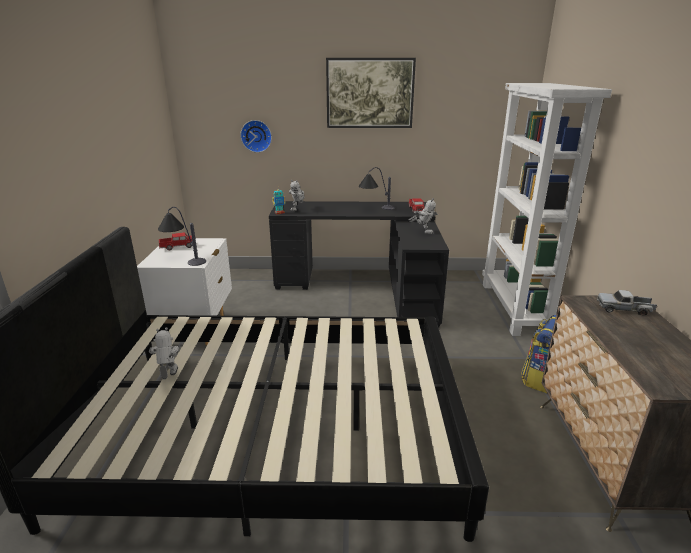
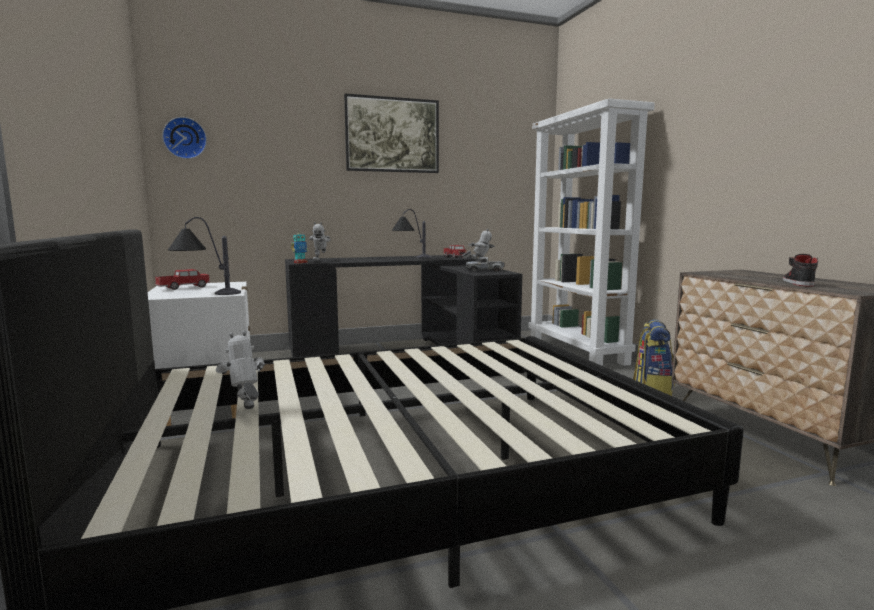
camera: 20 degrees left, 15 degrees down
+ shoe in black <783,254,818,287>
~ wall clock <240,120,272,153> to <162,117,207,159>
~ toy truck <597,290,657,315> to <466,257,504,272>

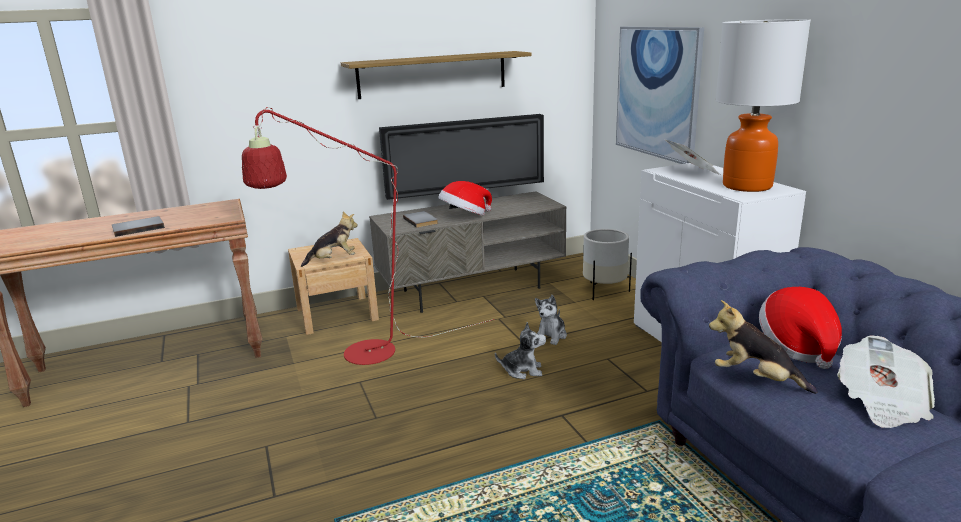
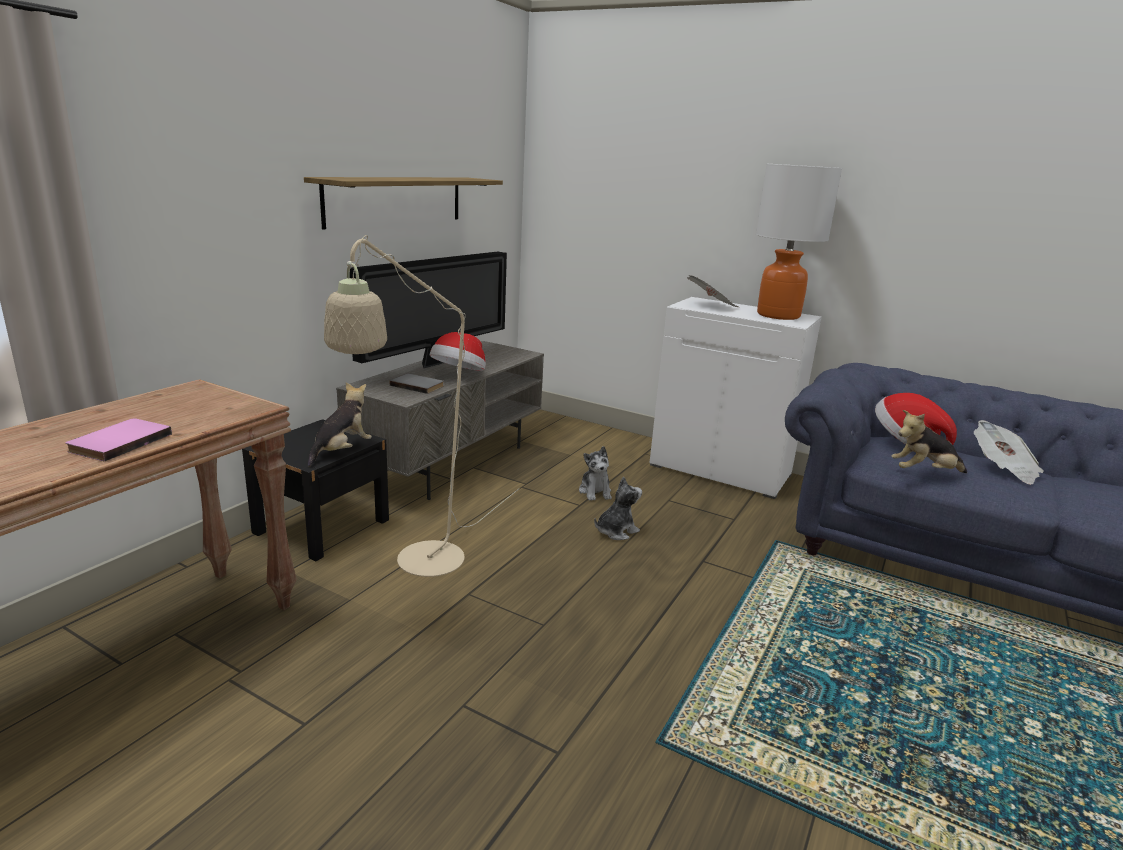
camera: 40 degrees left, 0 degrees up
- planter in white <583,229,632,300>
- picture <616,27,704,164>
~ book in grey <112,216,165,237> to book in pink <66,418,172,461>
~ floor lamp in red <242,107,494,365> to floor lamp in beige <324,235,519,577>
~ nightstand in beige <288,238,379,335> to nightstand in black <242,419,389,561>

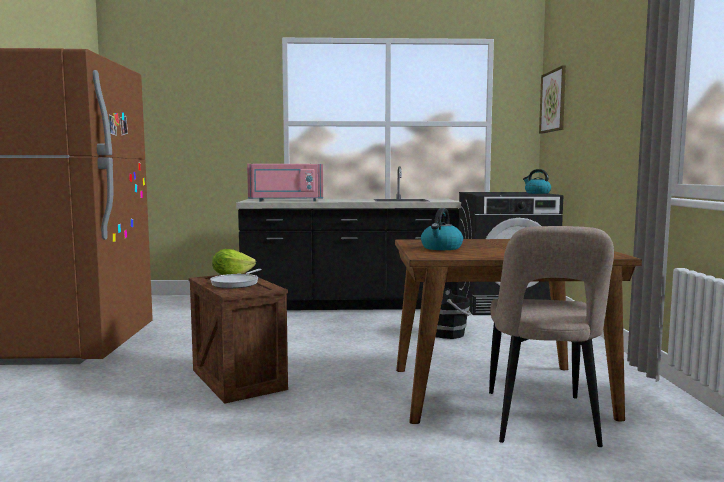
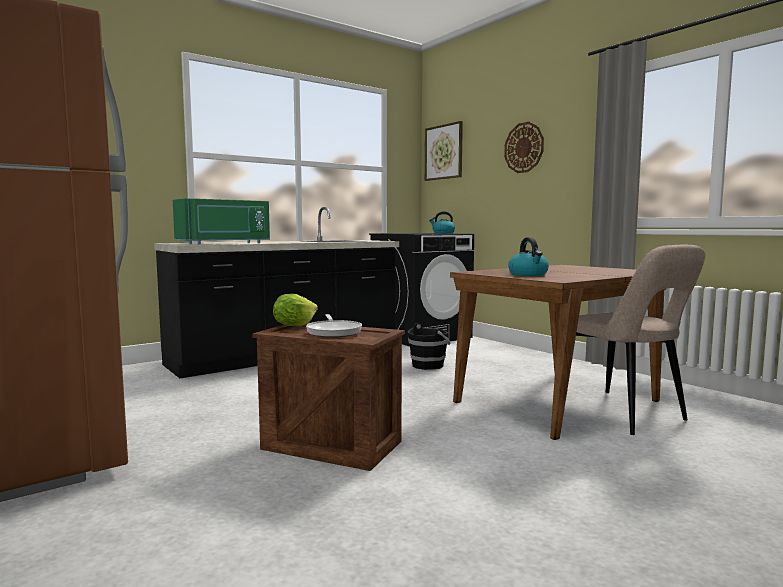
camera: 35 degrees left, 0 degrees up
+ wall clock <504,122,544,173>
~ microwave in pink <247,164,323,202> to microwave in green <173,198,270,244>

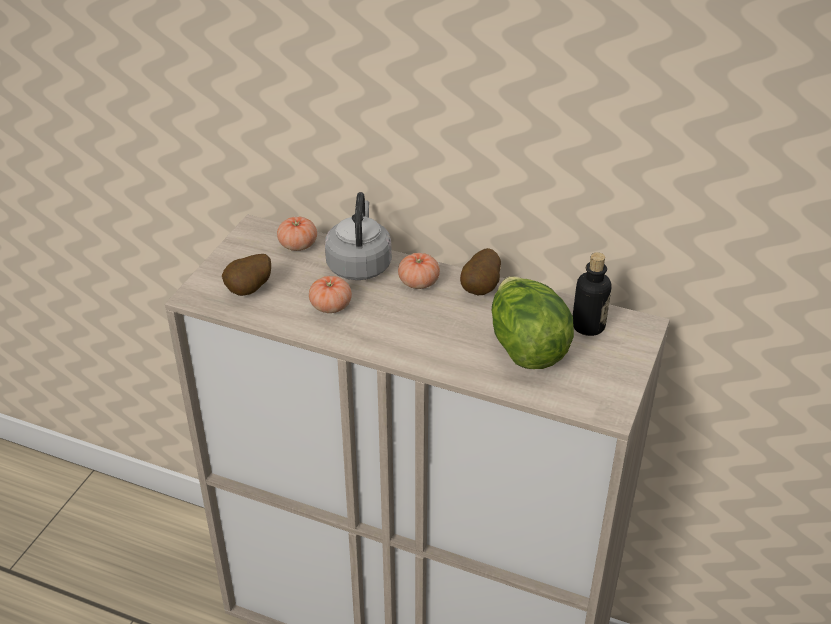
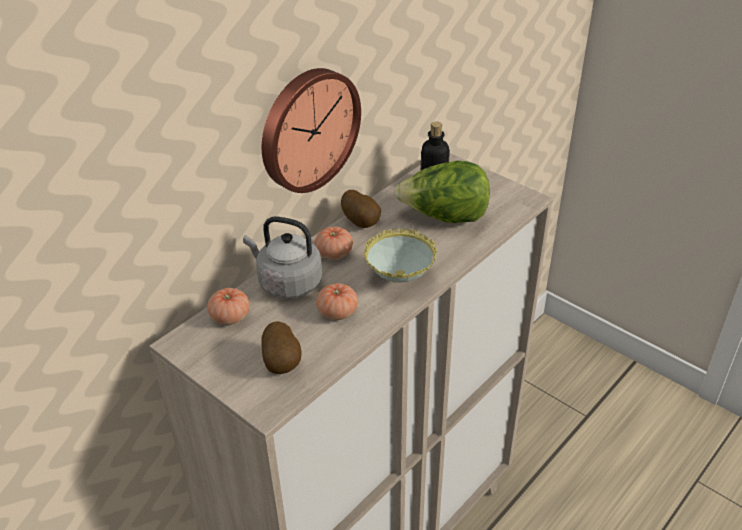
camera: 70 degrees left, 0 degrees up
+ wall clock <262,68,361,193>
+ bowl <364,229,437,283>

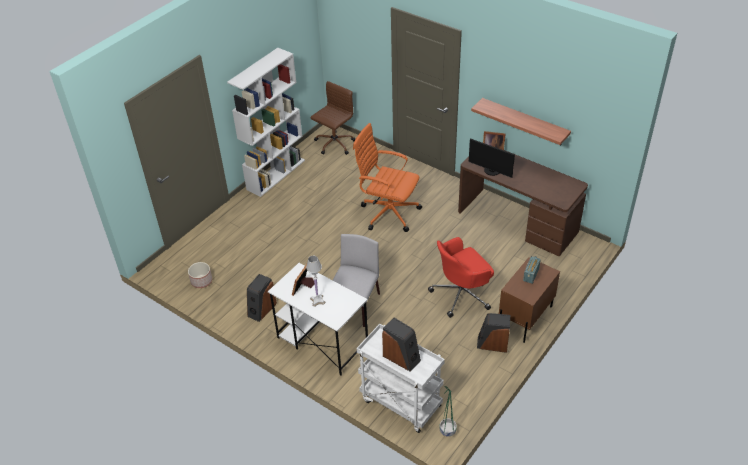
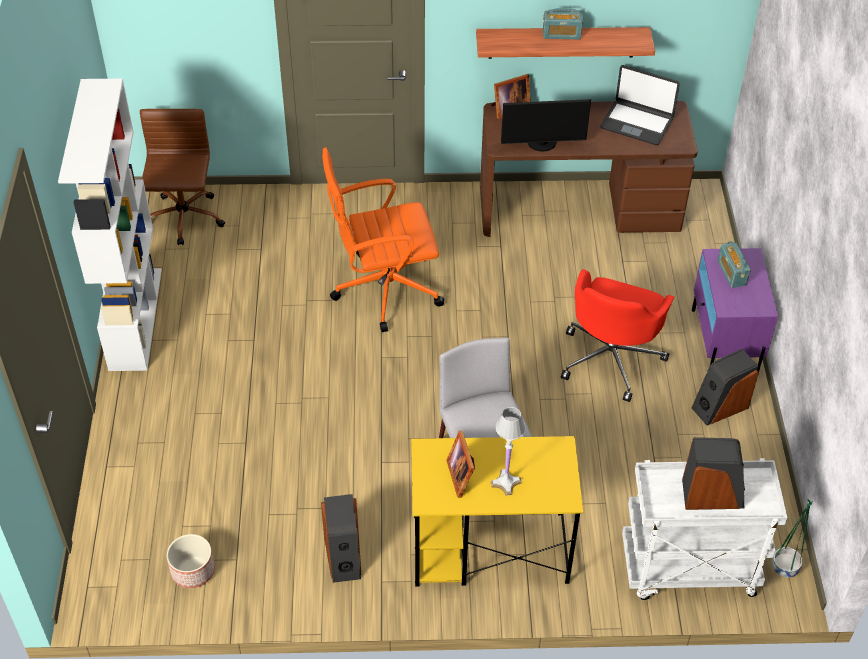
camera: 40 degrees left, 5 degrees up
+ radio <543,8,583,40>
+ laptop <600,65,680,145>
~ desk in white <268,263,368,376> to desk in yellow <411,436,583,586>
~ nightstand in brown <499,257,560,343> to nightstand in purple <692,248,778,373>

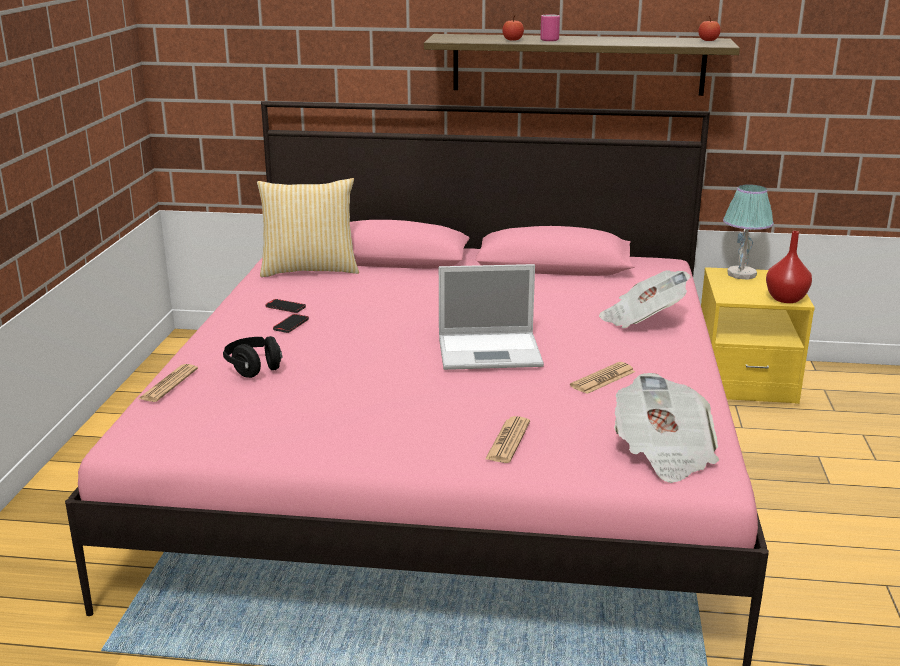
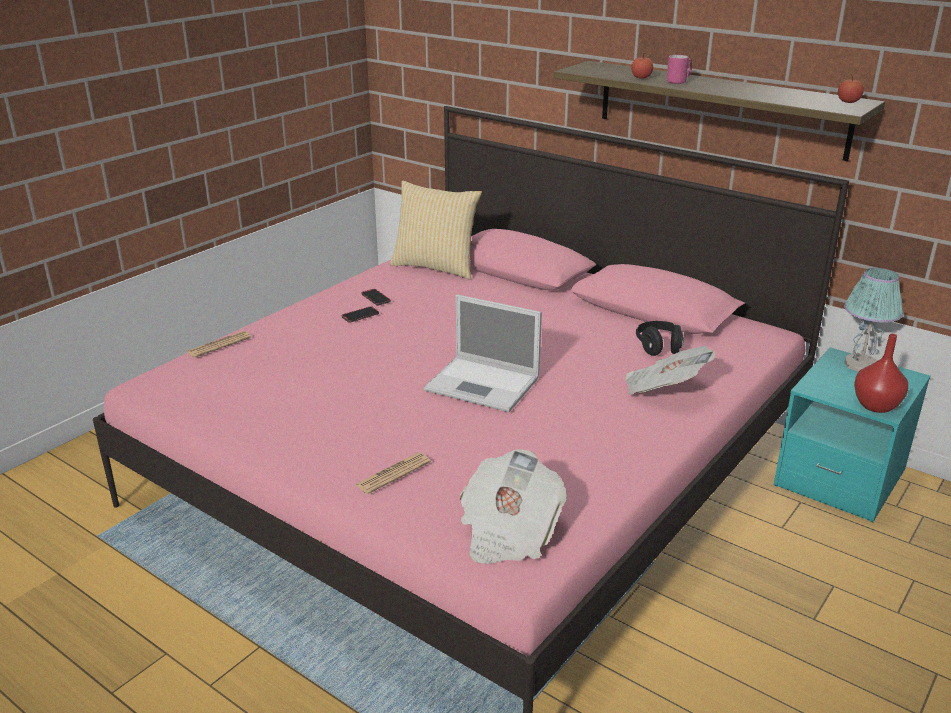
camera: 30 degrees right, 5 degrees up
- newspaper <570,362,635,394>
~ headphones in black <223,336,283,378> to <636,321,684,356>
~ nightstand in yellow <701,267,815,404> to nightstand in turquoise <774,347,931,522>

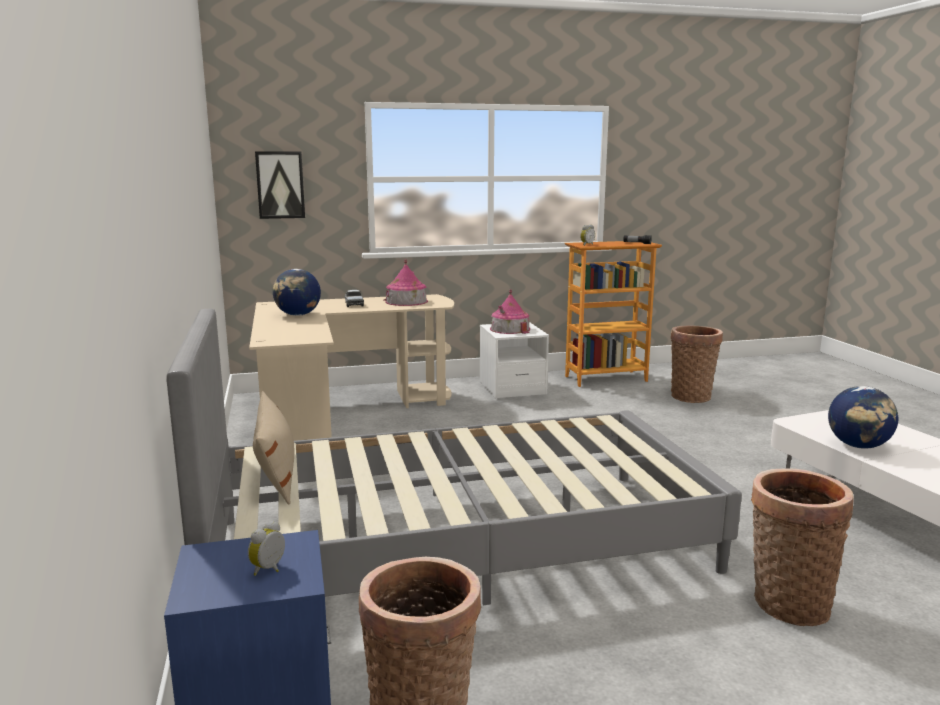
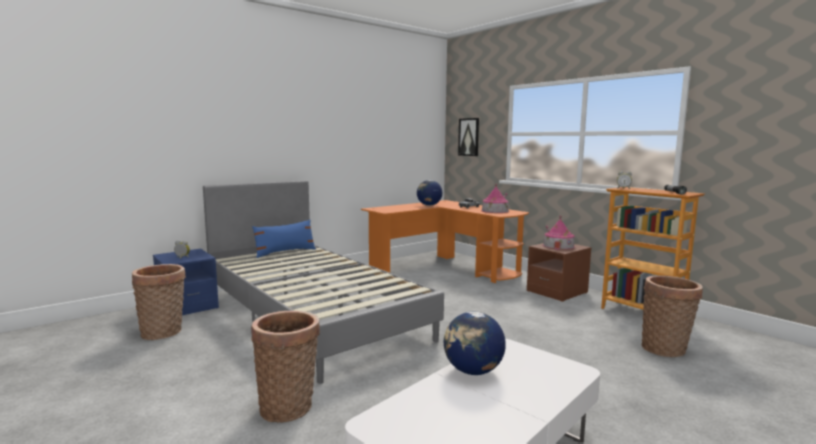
camera: 65 degrees right, 5 degrees down
~ desk in beige <249,294,454,441> to desk in orange <361,200,529,283>
~ pillow in beige <253,391,294,504> to pillow in blue <252,220,316,258>
~ nightstand in white <480,322,549,399> to nightstand in brown <527,243,592,302>

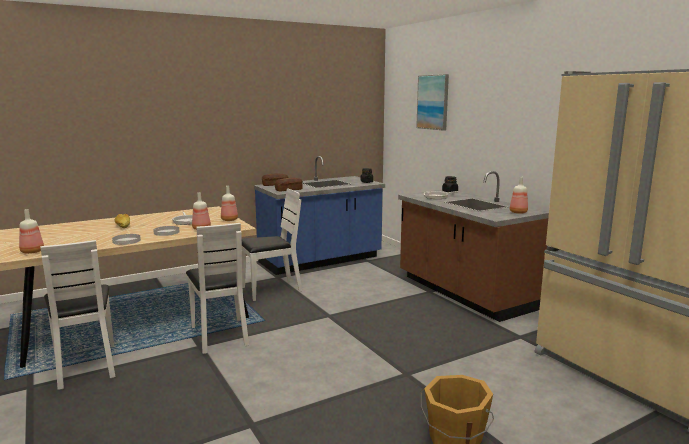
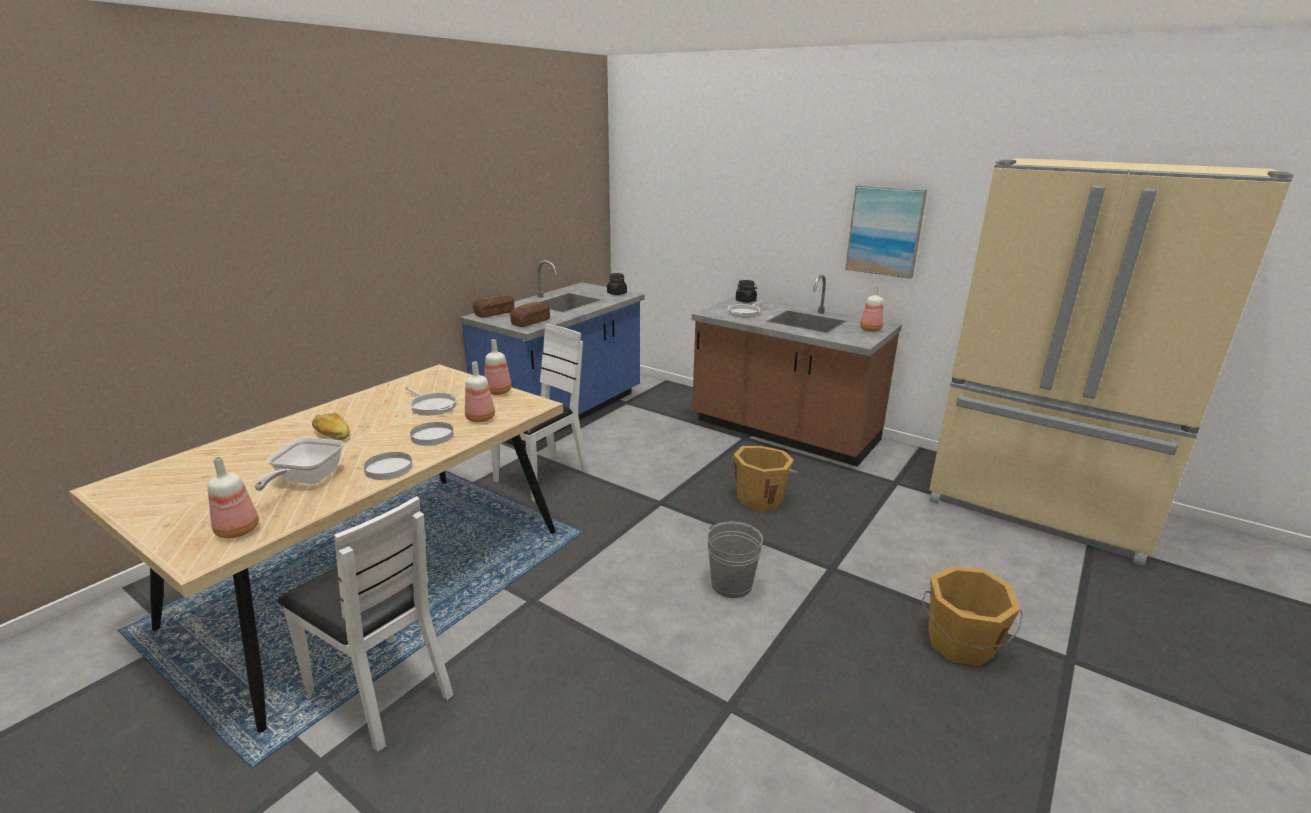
camera: 25 degrees left, 10 degrees up
- chair in white <186,223,249,354>
+ frying pan <254,437,344,491>
+ bucket in grey <707,522,765,598>
+ bucket in orange <731,446,798,511>
~ picture <416,74,449,131> to <845,185,927,279>

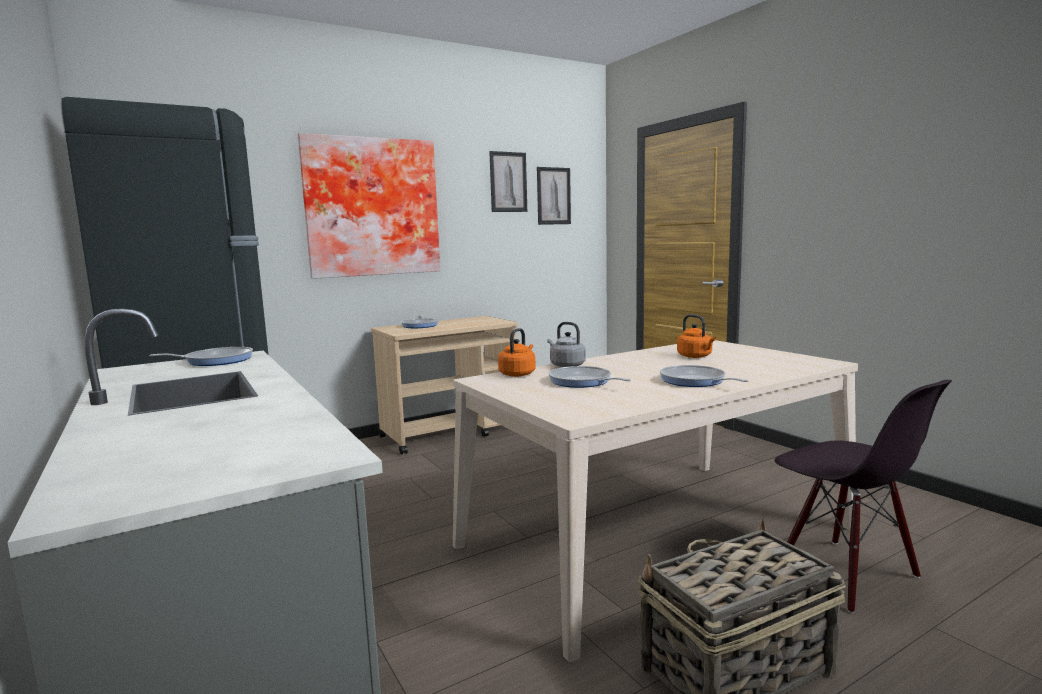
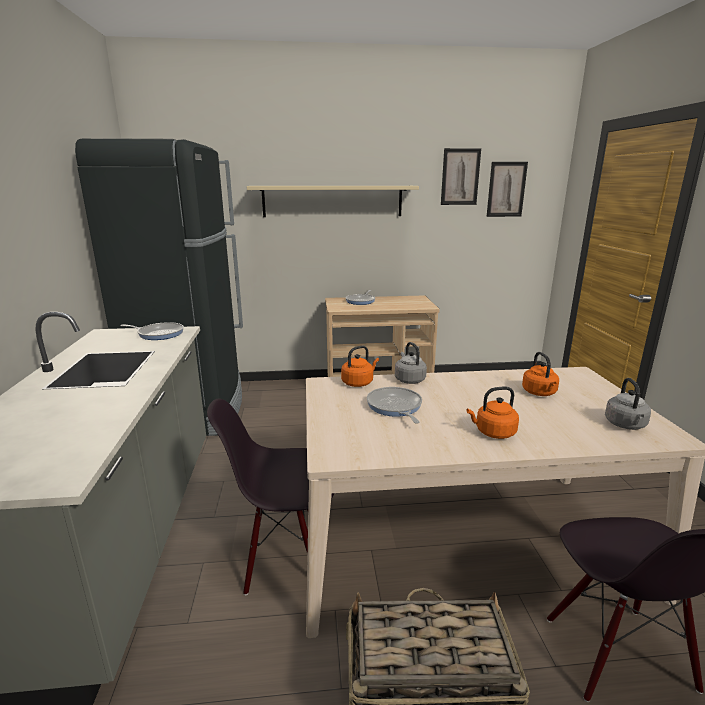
camera: 25 degrees right, 10 degrees up
+ chair in black <207,398,334,595>
+ kettle in grey <605,378,651,430>
~ picture <298,133,440,279> to shelf in beige <247,186,419,217>
~ frying pan <660,365,749,387> to kettle in orange <466,387,519,439>

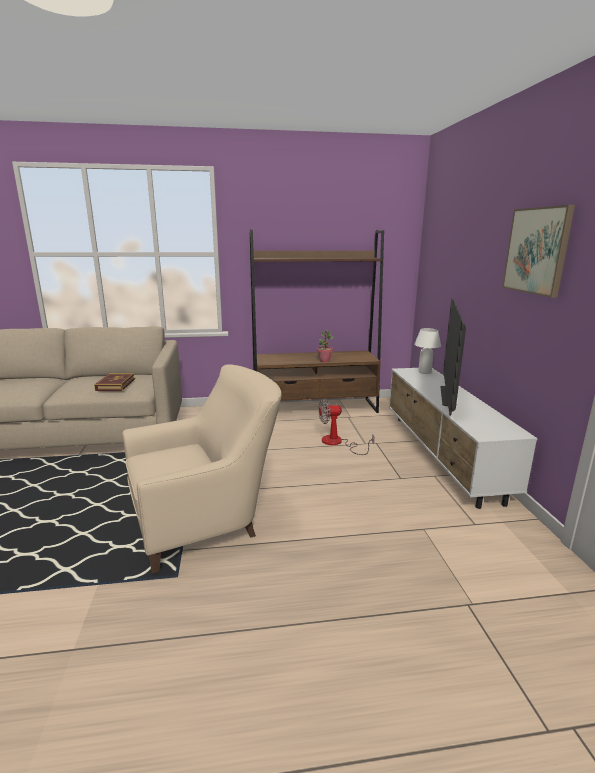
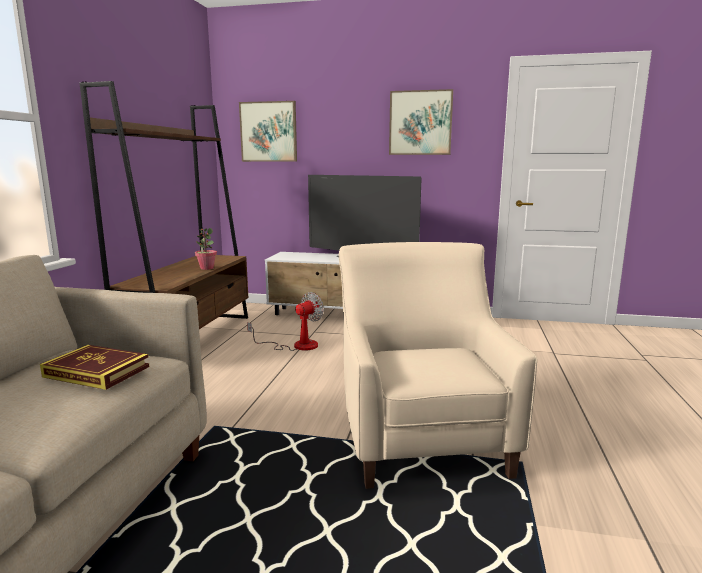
camera: 70 degrees left, 5 degrees down
- table lamp in white <414,328,441,374>
+ picture <239,101,297,162>
~ fan <319,399,375,455> = <247,292,324,351> 150 degrees counterclockwise

